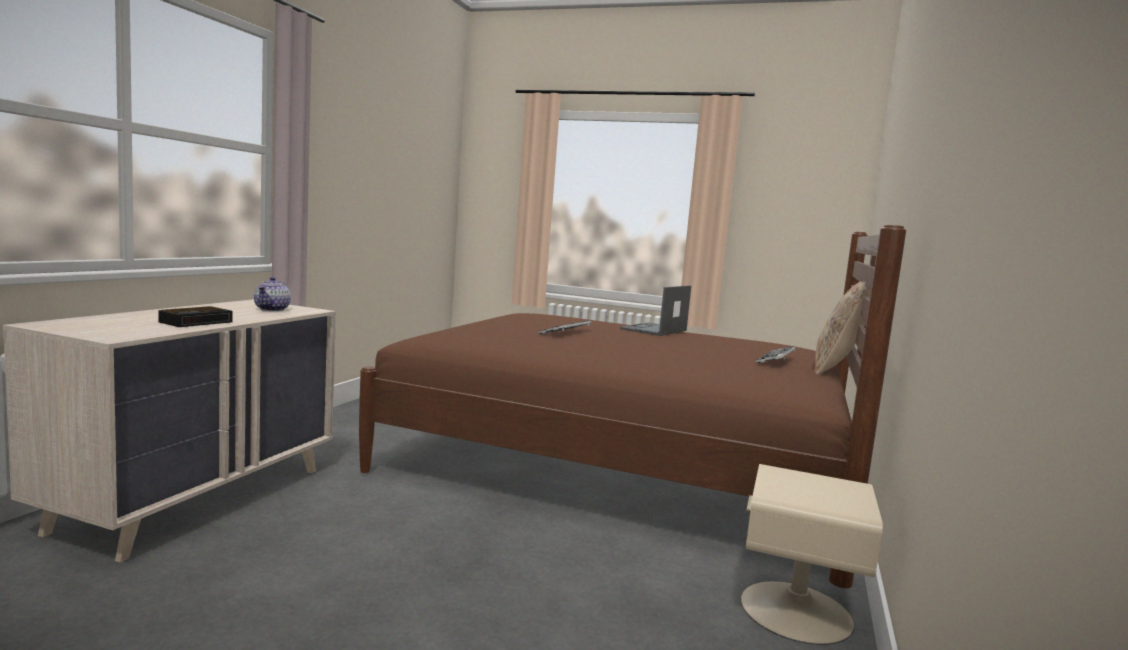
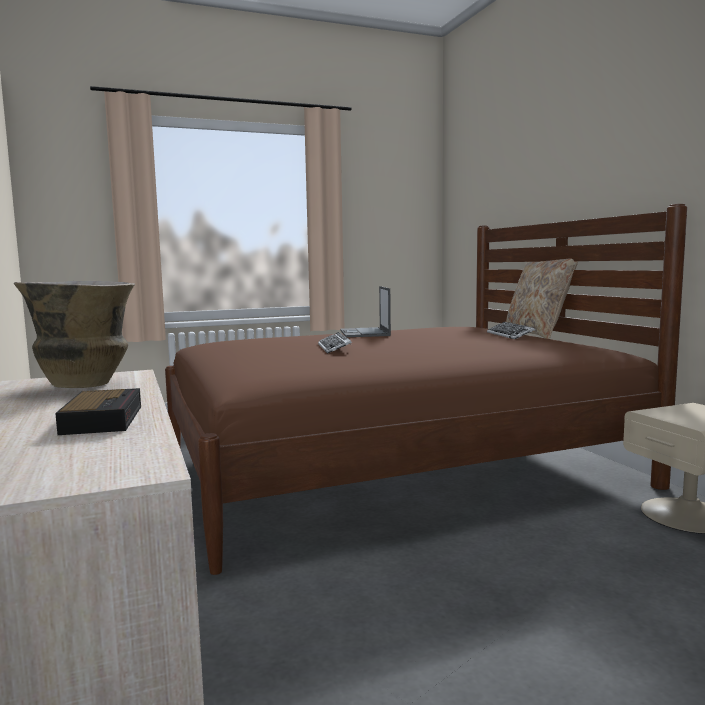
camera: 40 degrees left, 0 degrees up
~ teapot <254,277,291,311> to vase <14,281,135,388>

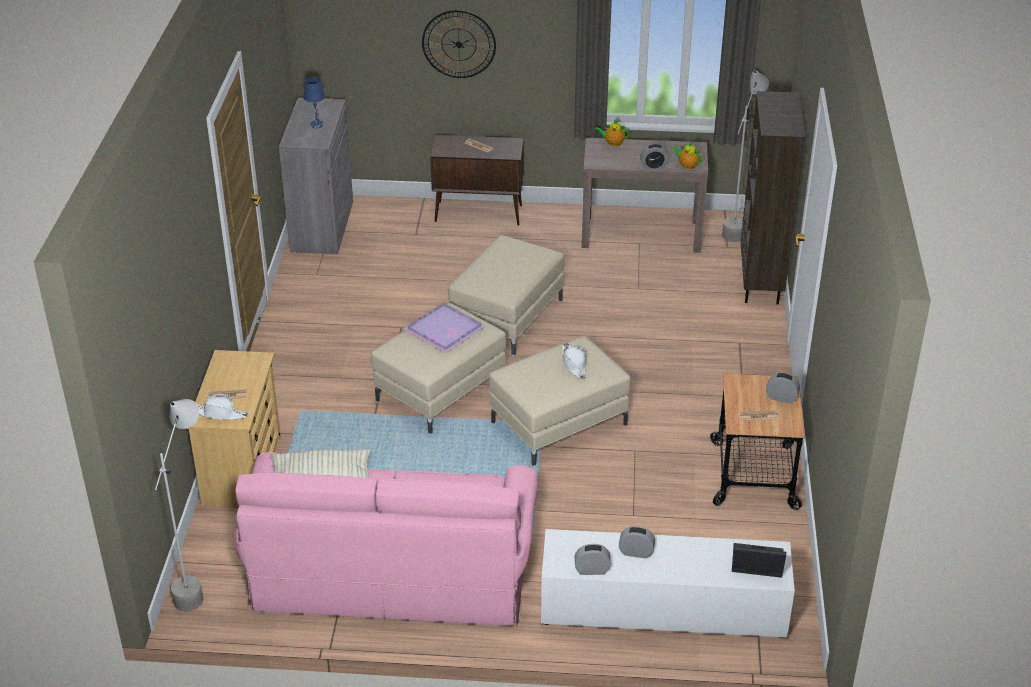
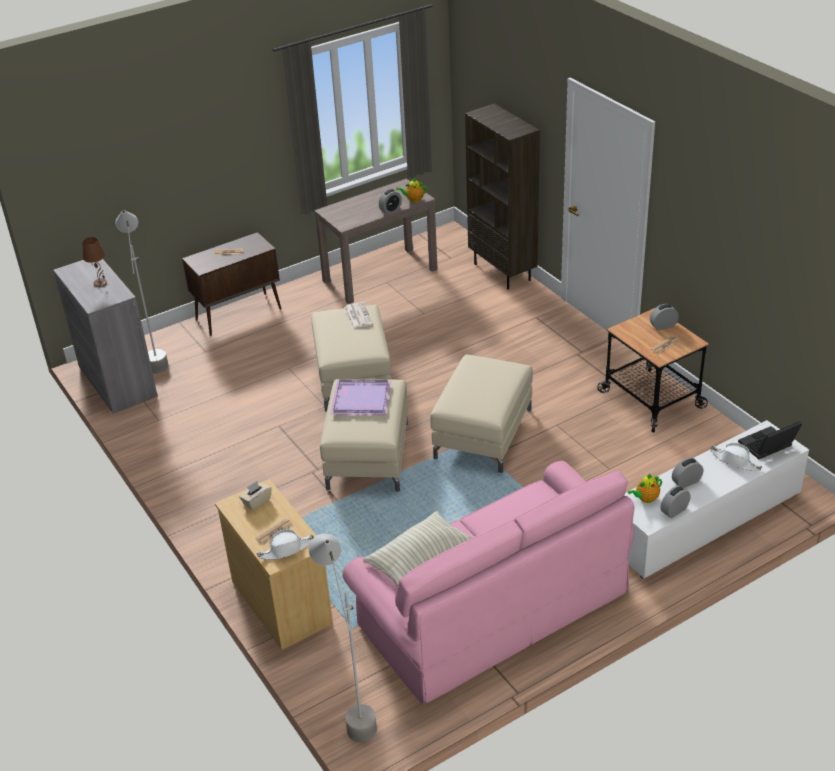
camera: 35 degrees left, 0 degrees up
- wall clock <422,10,496,78>
+ tissue box in beige <239,481,272,510>
+ newspaper <344,302,373,329>
~ hat in white <562,343,586,379> to <710,443,762,471>
~ teapot <595,119,629,147> to <628,474,662,503>
~ floor lamp in grey <722,70,769,242> to <115,210,169,373>
~ table lamp in blue <304,77,325,128> to table lamp in brown <82,237,107,287>

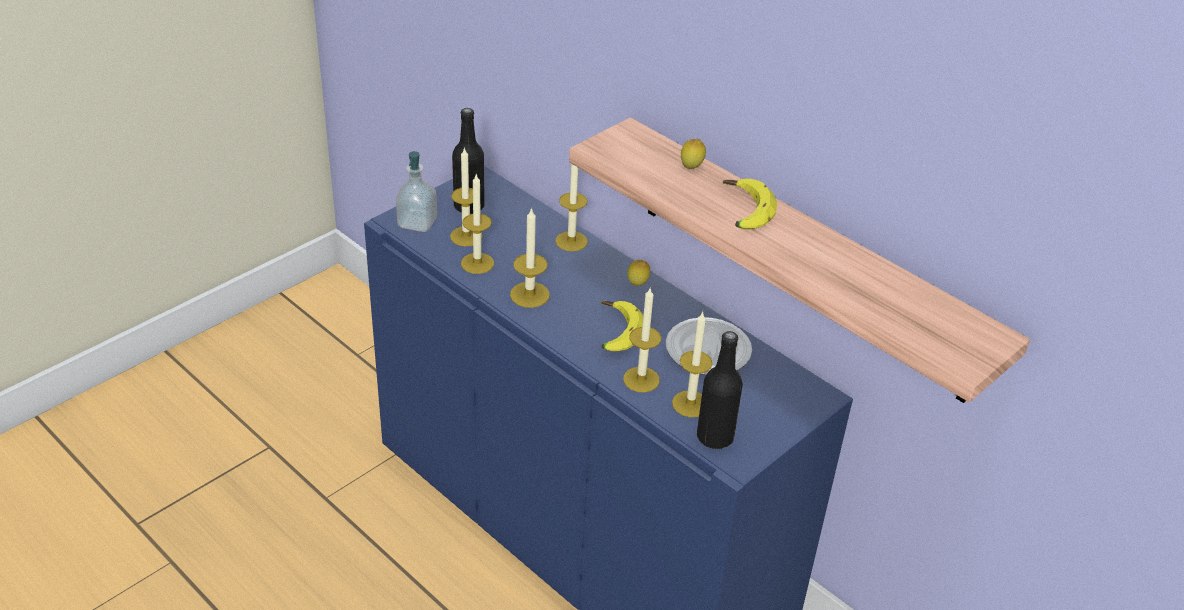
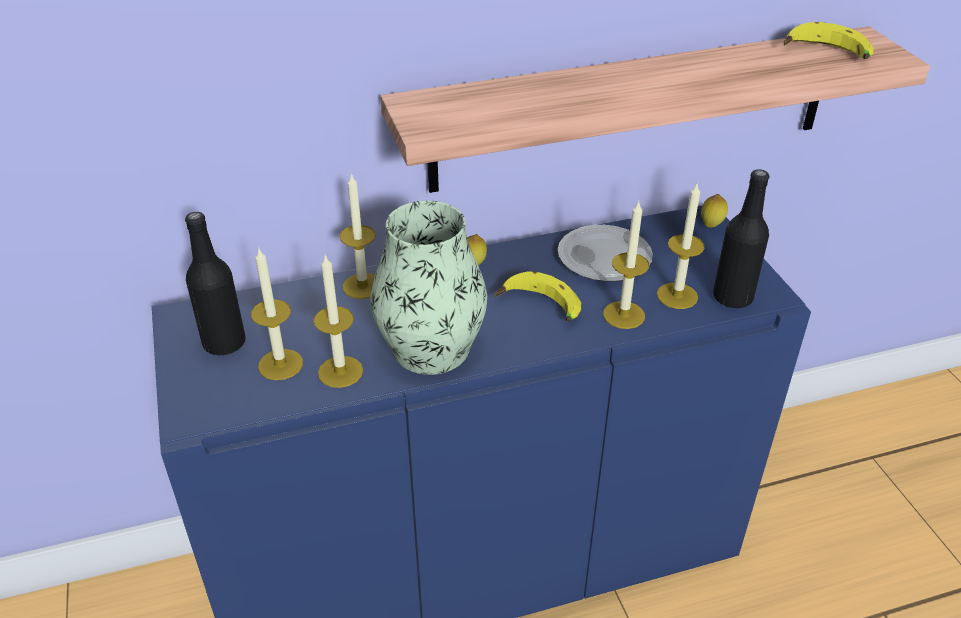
camera: 60 degrees left, 0 degrees up
- soap dispenser <396,151,437,232>
~ lemon <681,139,706,169> to <701,194,728,228>
~ banana <723,179,777,229> to <784,22,874,59>
~ candle <510,207,550,308> to vase <370,201,487,375>

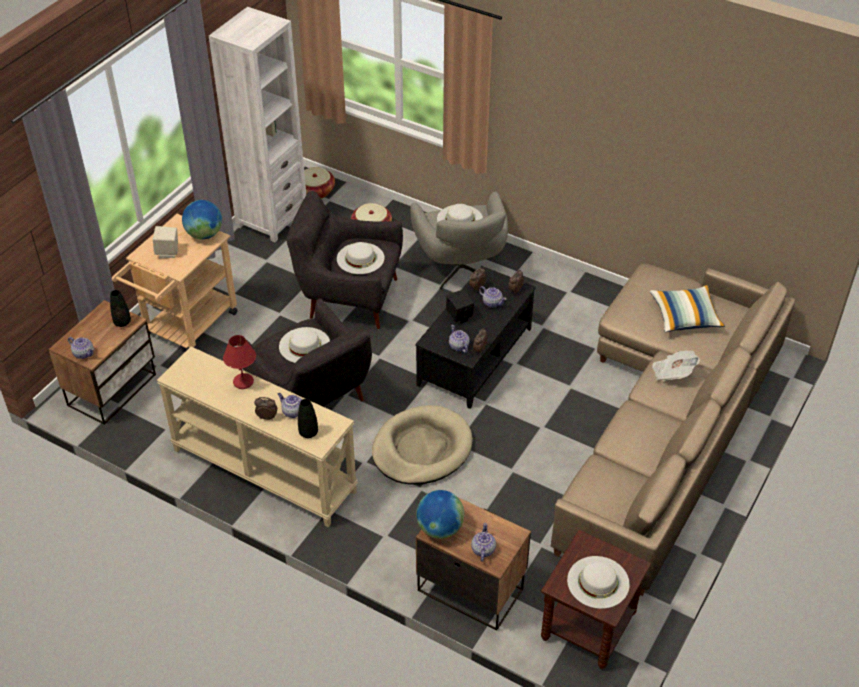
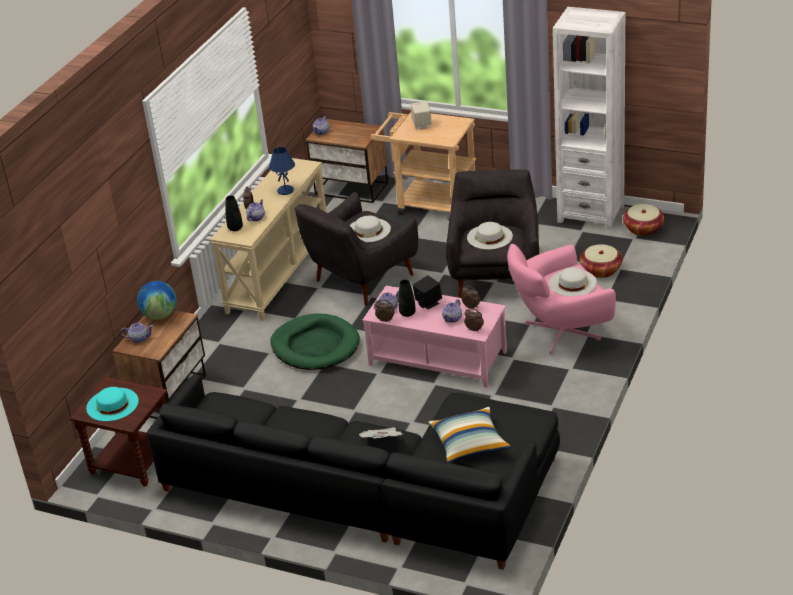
camera: 85 degrees right, 10 degrees down
- globe <182,200,222,239>
~ vase in black <110,290,131,327> to <398,280,416,317>
~ table lamp in red <223,335,256,389> to table lamp in blue <269,147,295,195>
~ dog bed in beige <372,405,473,484> to dog bed in green <270,313,360,370>
~ armchair in grey <410,191,508,290> to armchair in pink <507,244,616,356>
~ coffee table in black <415,266,536,409> to coffee table in pink <362,286,507,388>
~ sofa in beige <551,264,795,596> to sofa in black <147,374,560,570>
~ hat in white <567,556,630,609> to hat in turquoise <86,387,139,421>

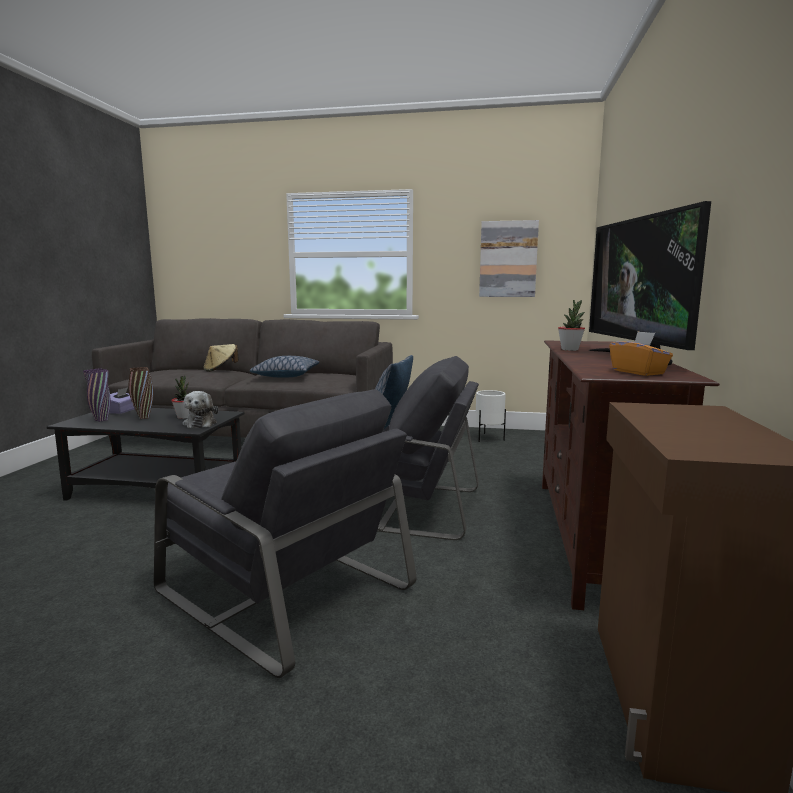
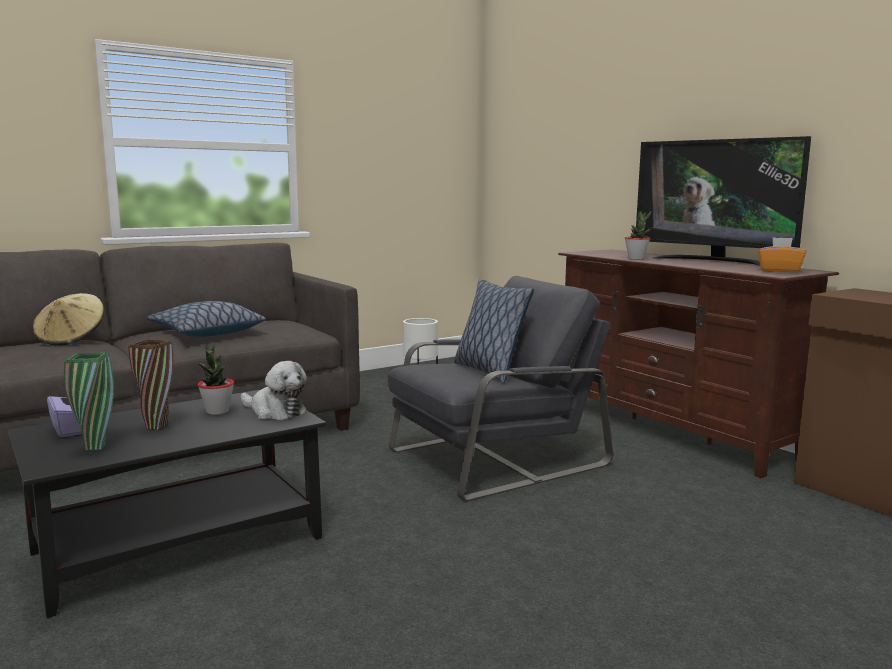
camera: 45 degrees left, 0 degrees up
- armchair in grey <154,389,417,678>
- picture <479,220,539,297>
~ vase in purple <83,368,110,422> to vase in green <64,352,114,451>

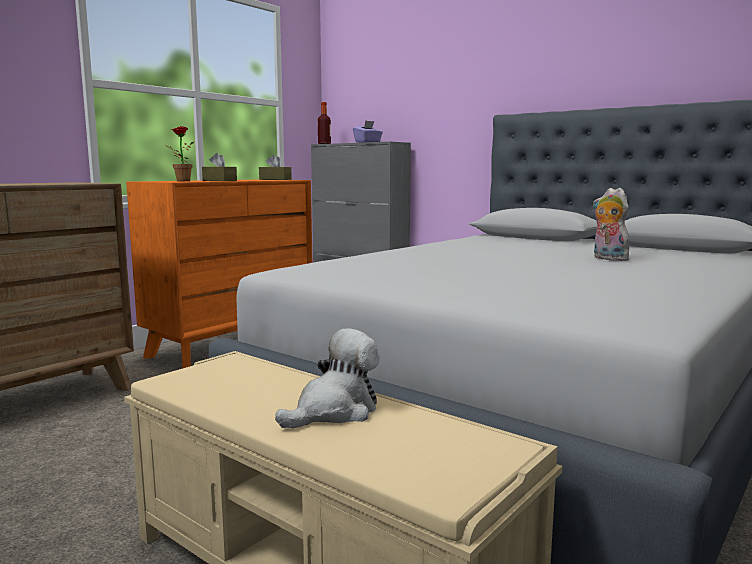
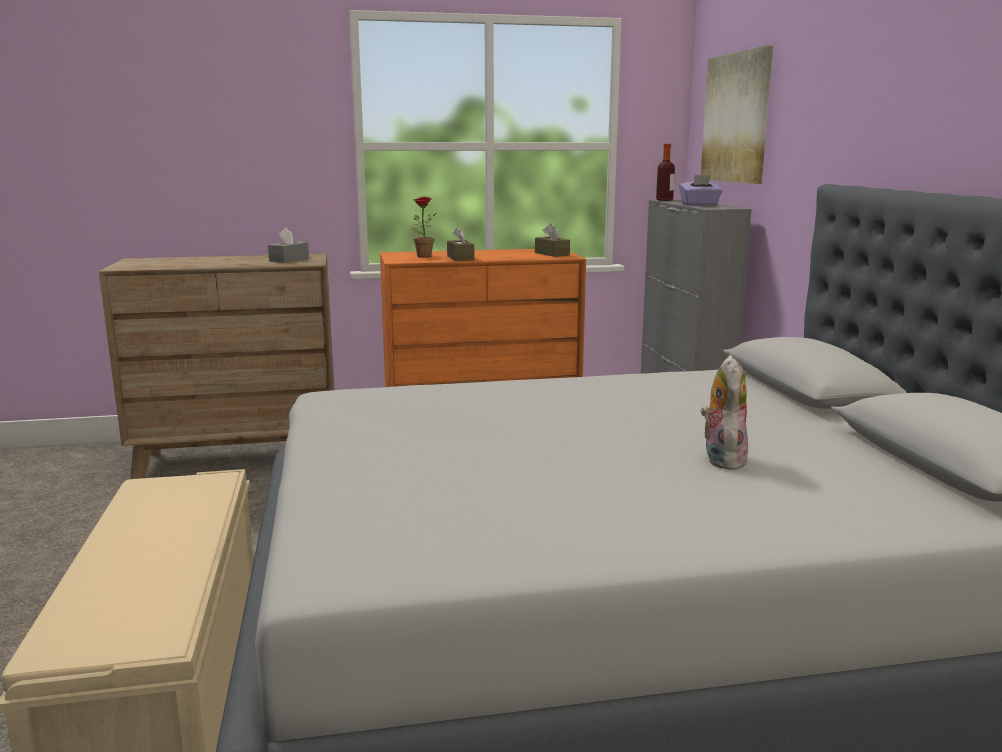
camera: 40 degrees right, 5 degrees up
- plush toy <275,328,380,428>
+ tissue box in grey <268,227,309,263>
+ picture <701,45,773,184>

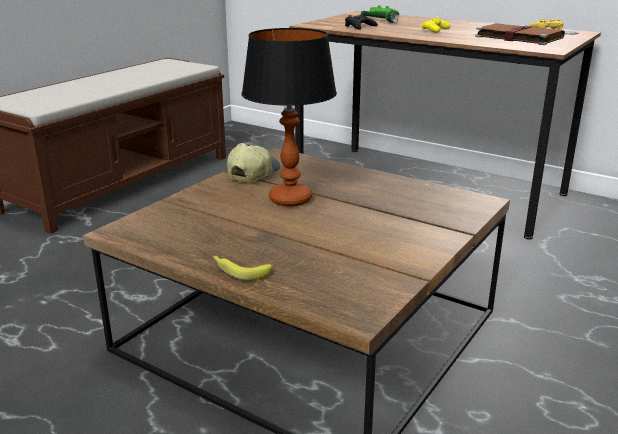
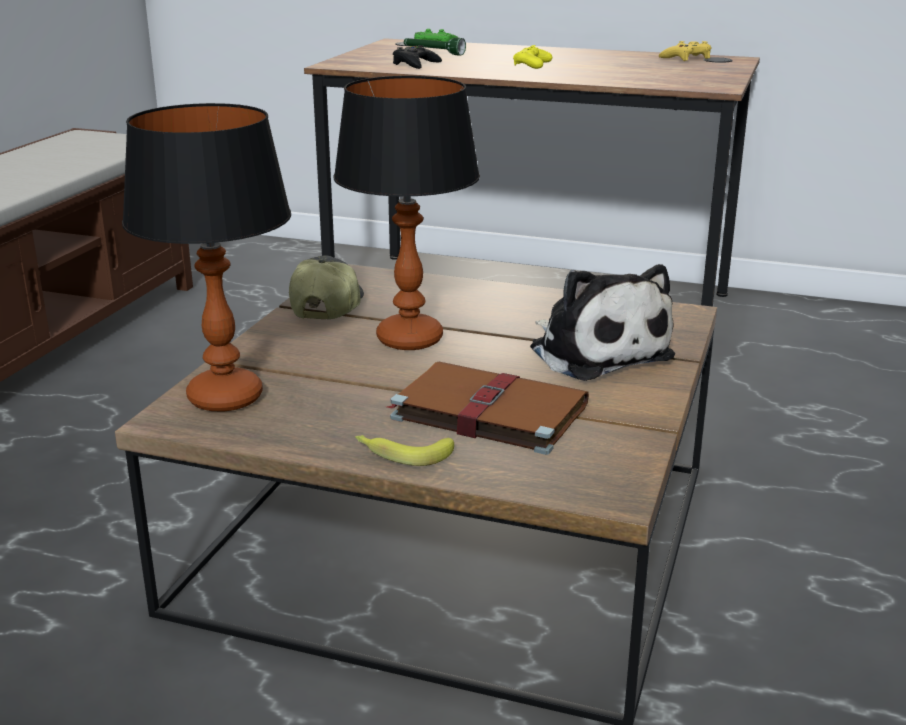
camera: 15 degrees left, 0 degrees up
+ table lamp <122,103,291,412>
+ plush toy <530,264,675,381>
~ book in brown <475,23,565,45> to <387,362,589,455>

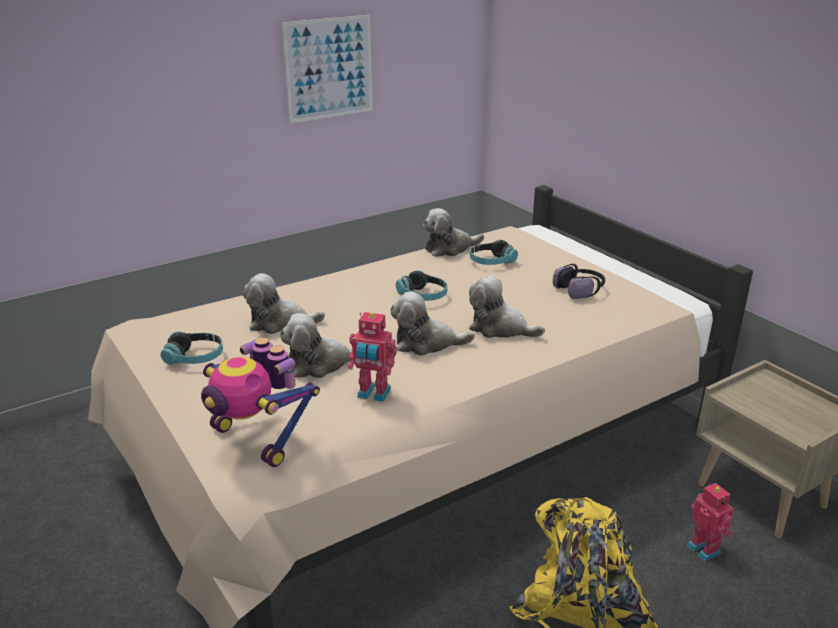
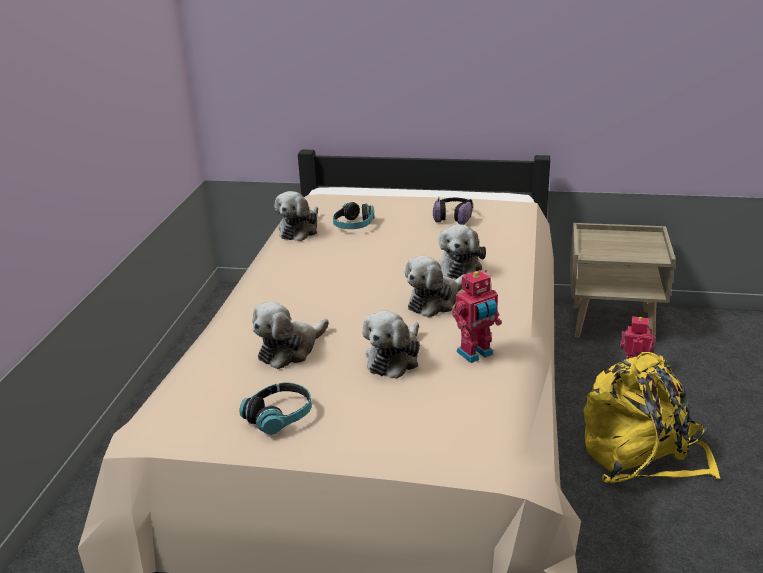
camera: 45 degrees left, 0 degrees up
- toy robot <201,337,320,467>
- picture <282,15,373,123>
- headphones <396,270,447,301>
~ plush toy <469,275,545,338> = <437,225,486,279> 60 degrees counterclockwise

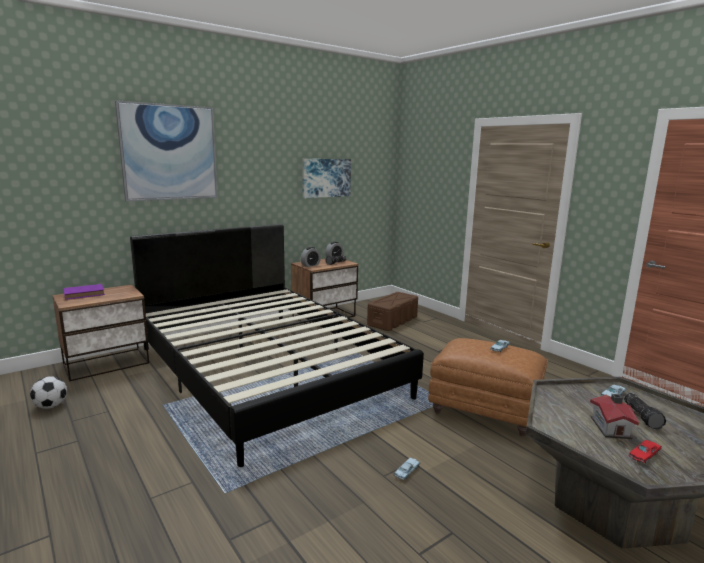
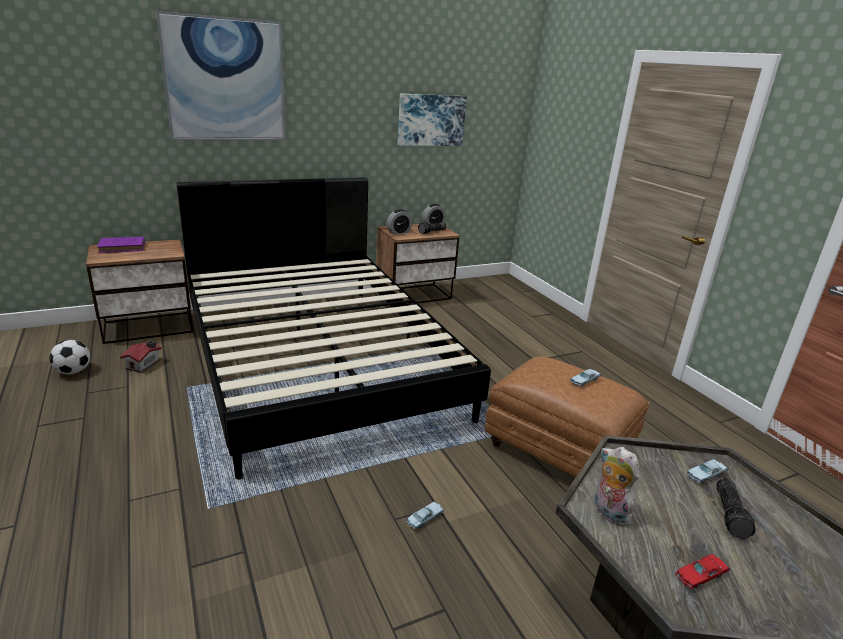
camera: 10 degrees right, 10 degrees up
- storage box in brown <367,292,418,331>
+ plush toy <594,447,639,526>
~ toy house <590,394,639,439> to <120,340,162,373>

